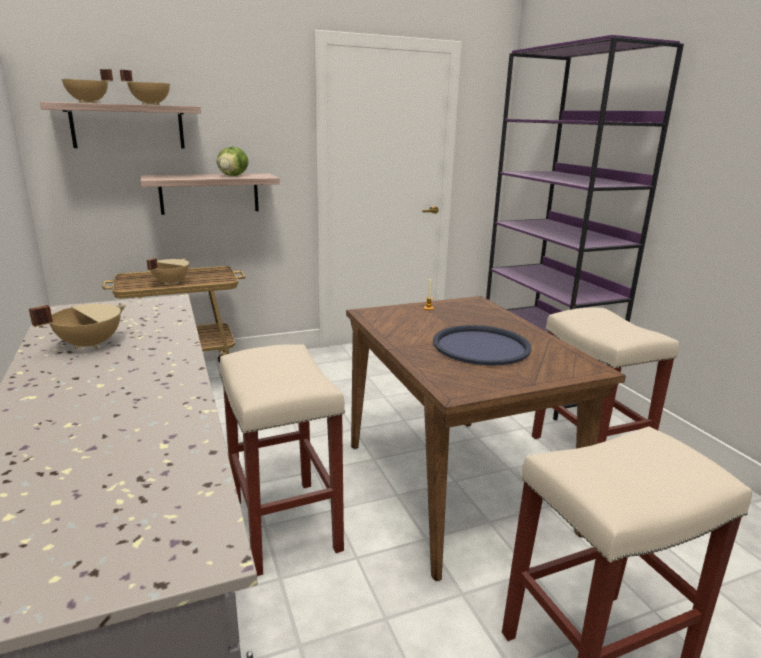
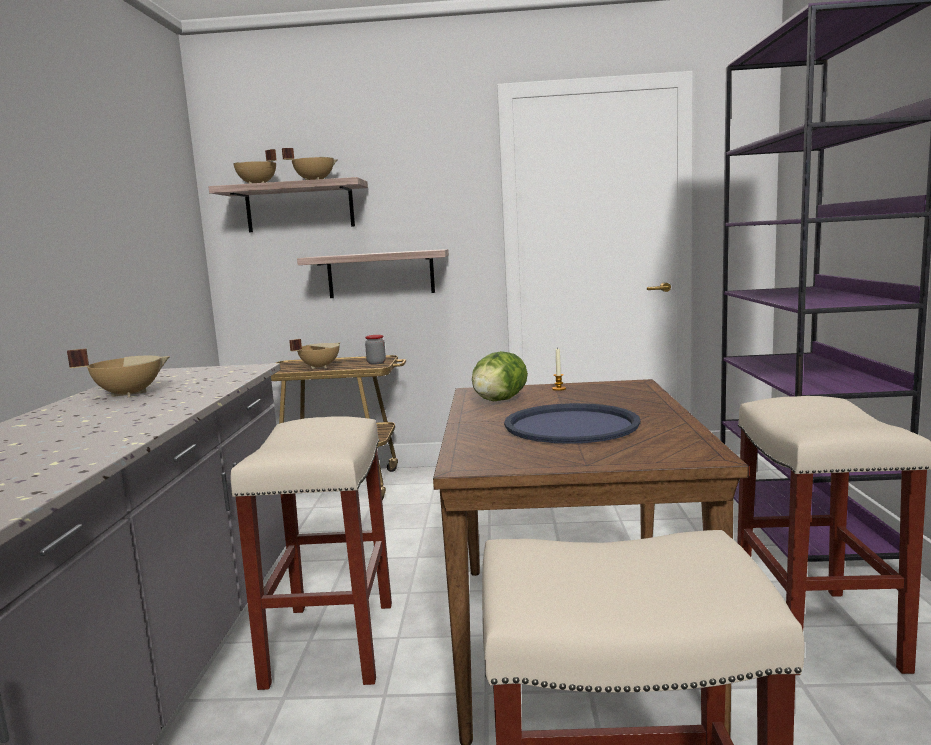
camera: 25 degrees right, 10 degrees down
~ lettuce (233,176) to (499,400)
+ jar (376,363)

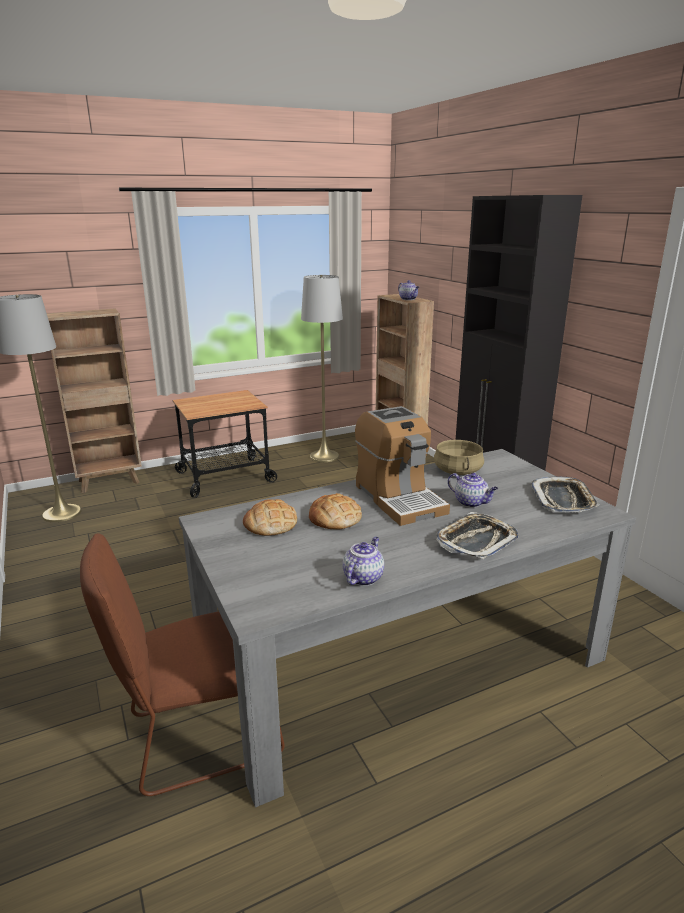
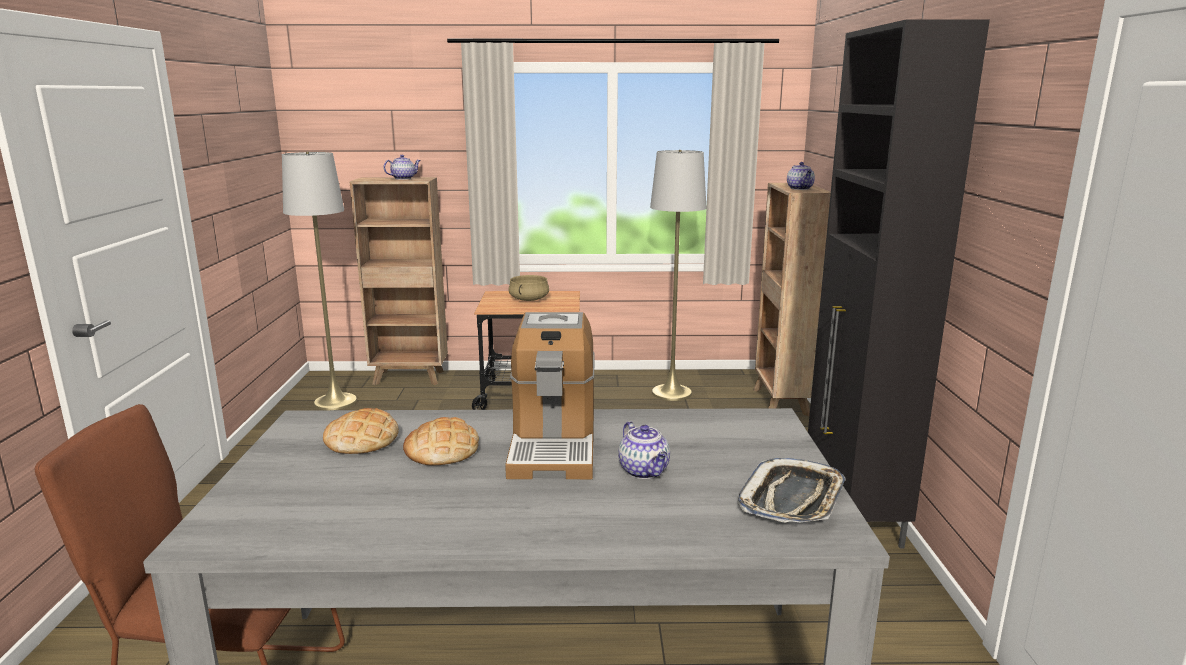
camera: 25 degrees right, 5 degrees down
~ beige cooking pot (458,471) to (529,299)
- tray (476,541)
~ teapot (363,577) to (403,178)

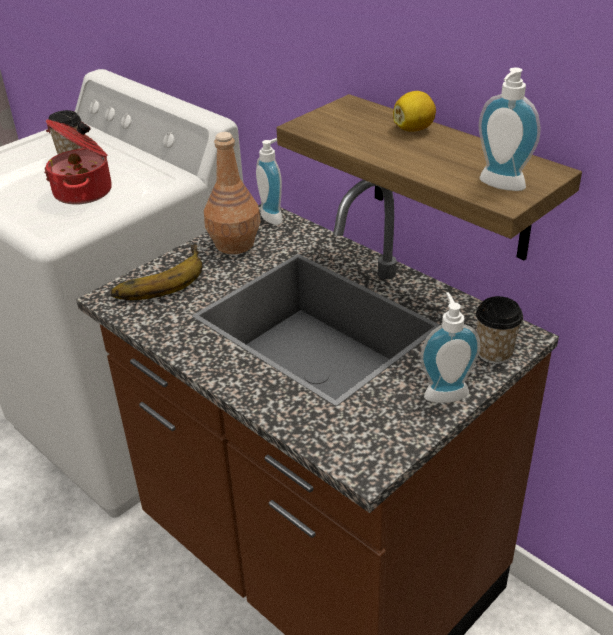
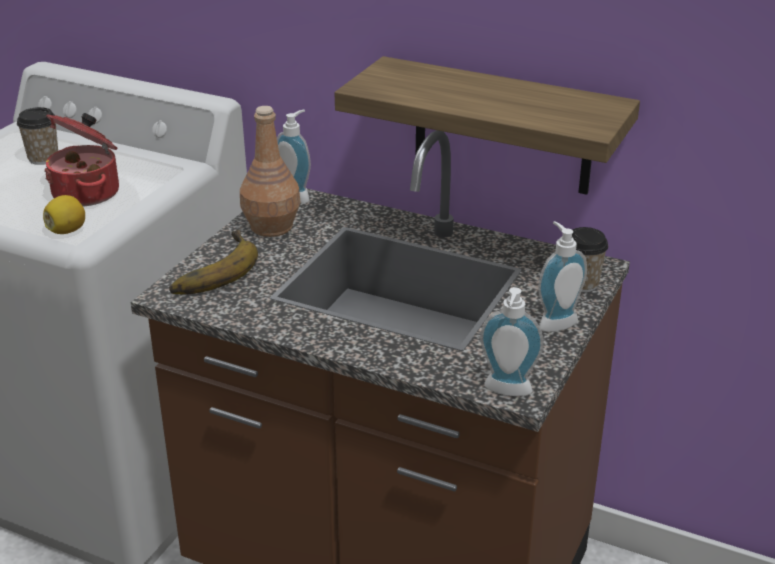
camera: 20 degrees left, 5 degrees down
~ soap dispenser (499,186) to (507,392)
~ lemon (414,129) to (67,230)

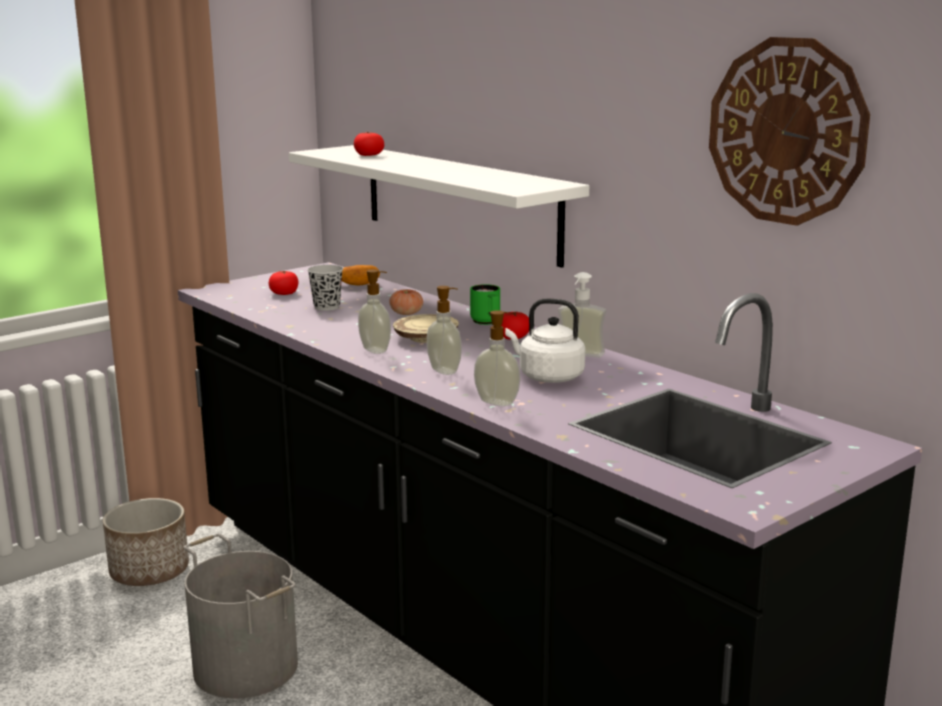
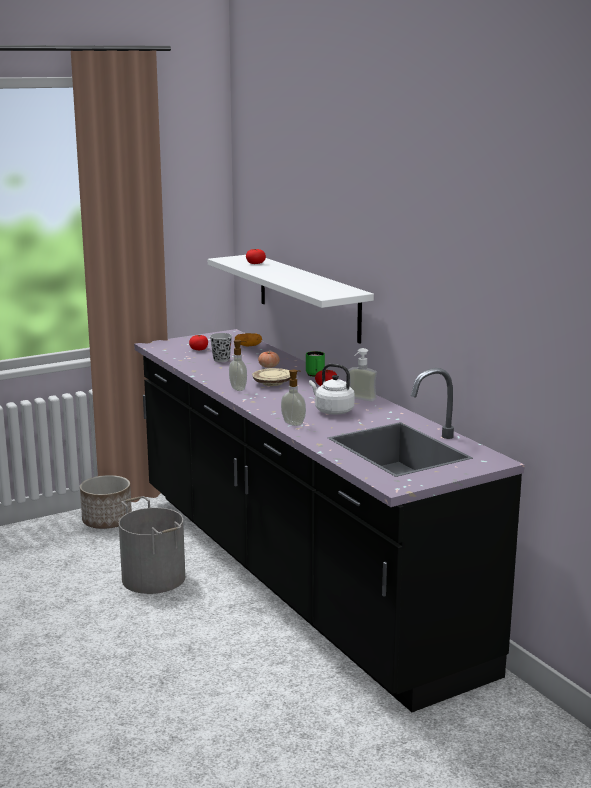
camera: 10 degrees right, 0 degrees up
- wall clock (786,131)
- soap dispenser (445,371)

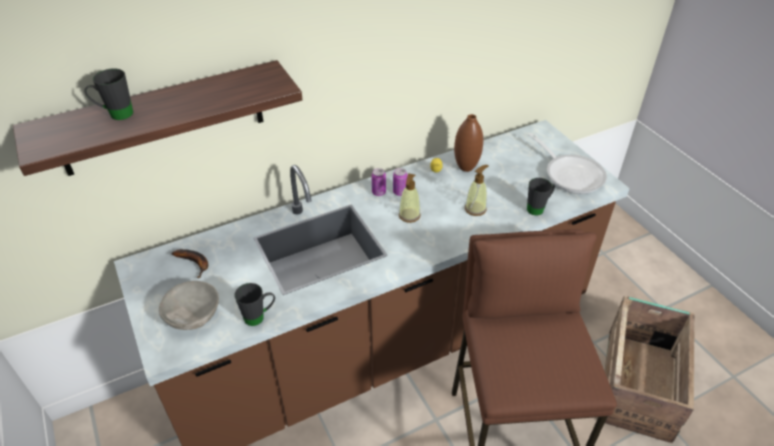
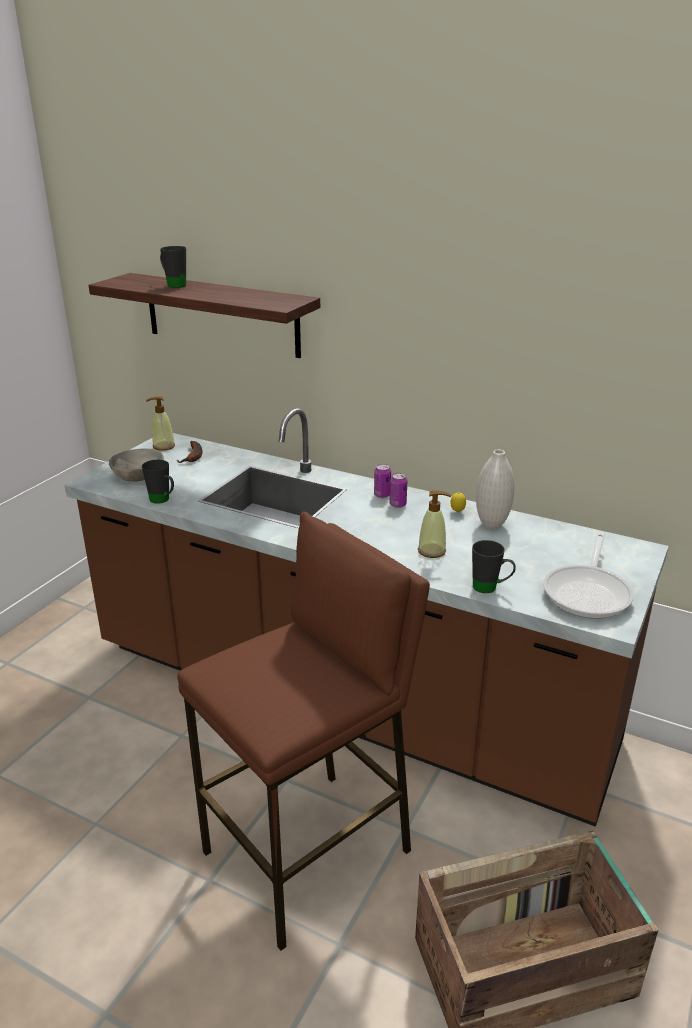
camera: 55 degrees right, 15 degrees down
~ brown vase (466,167) to white vase (491,525)
~ soap dispenser (409,215) to (163,446)

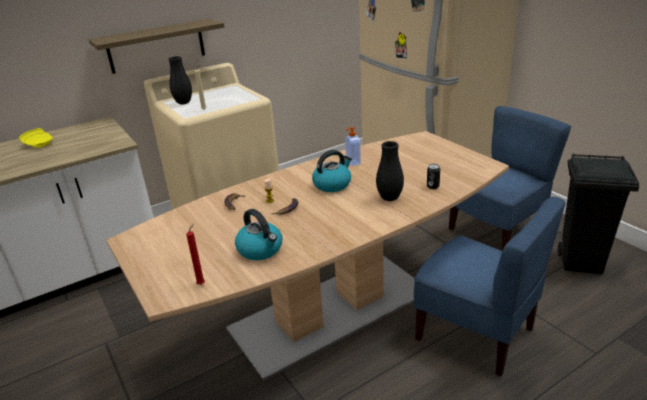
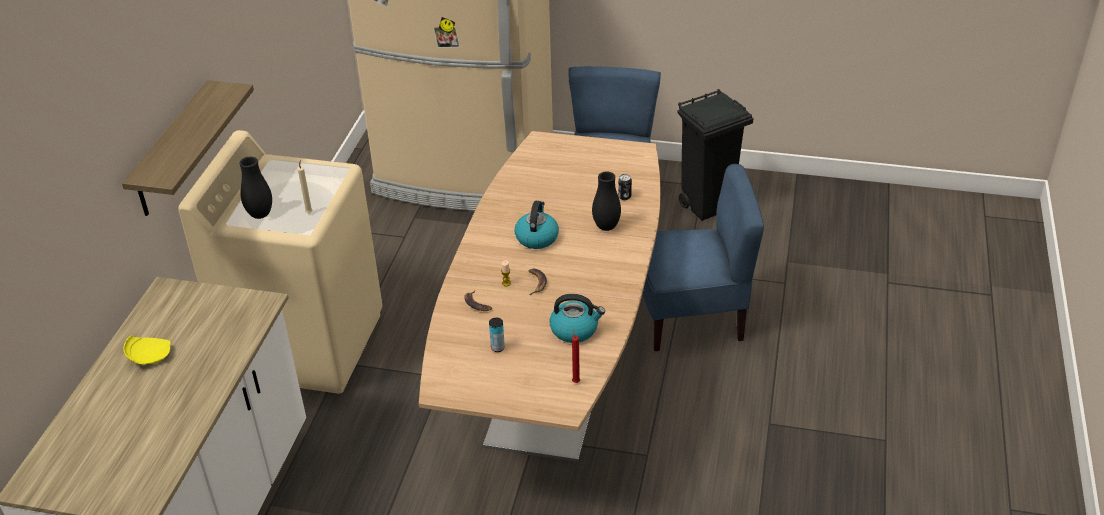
camera: 45 degrees left, 10 degrees up
- soap dispenser (352,163)
+ can (497,348)

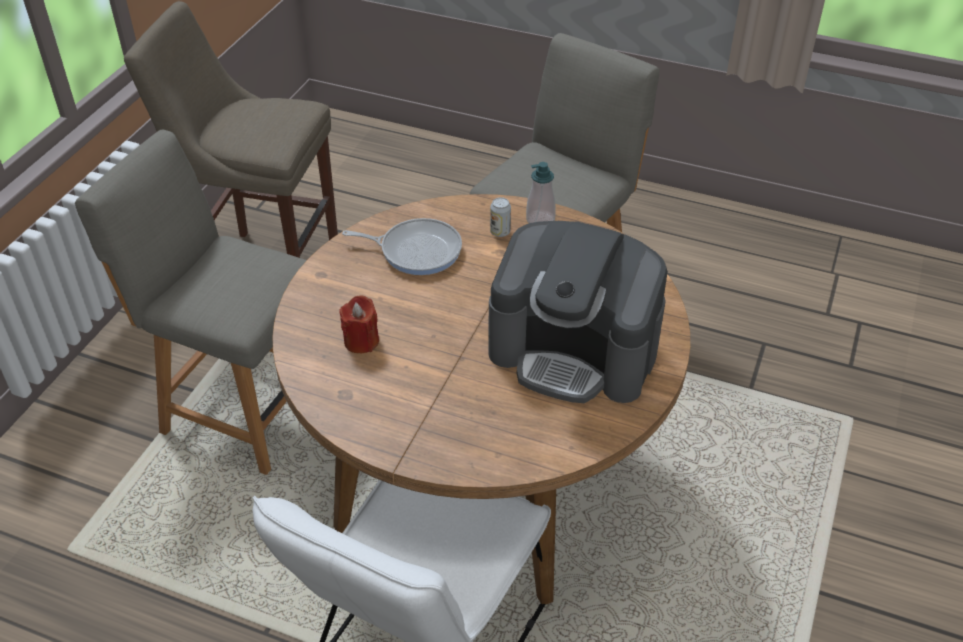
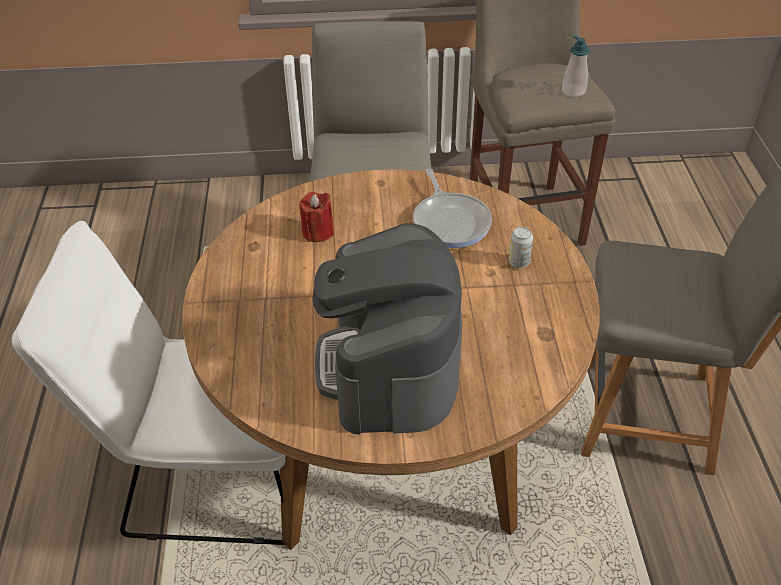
camera: 65 degrees right, 0 degrees up
~ soap dispenser (540,220) to (573,91)

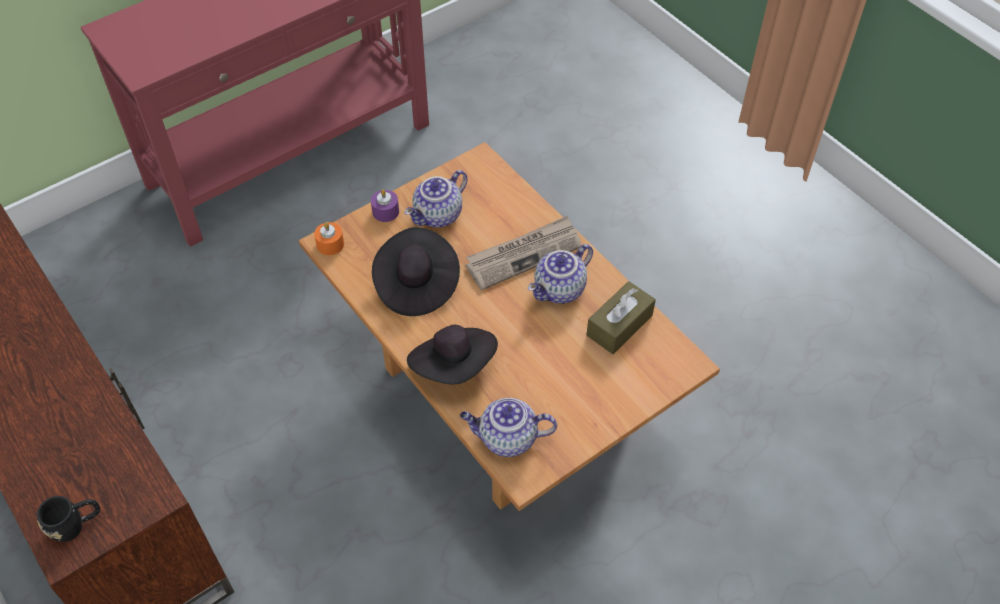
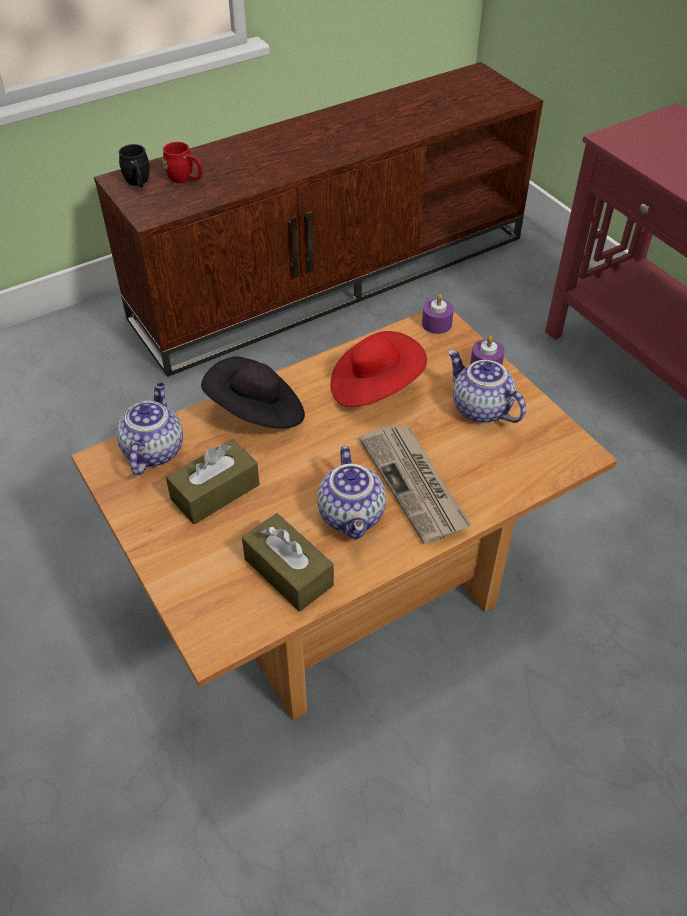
camera: 95 degrees right, 5 degrees down
~ orange candle (330,244) to purple candle (436,324)
~ black hat (416,285) to red hat (374,387)
~ teapot (560,290) = (353,515) 150 degrees counterclockwise
+ red mug (185,179)
+ brown tissue box (215,492)

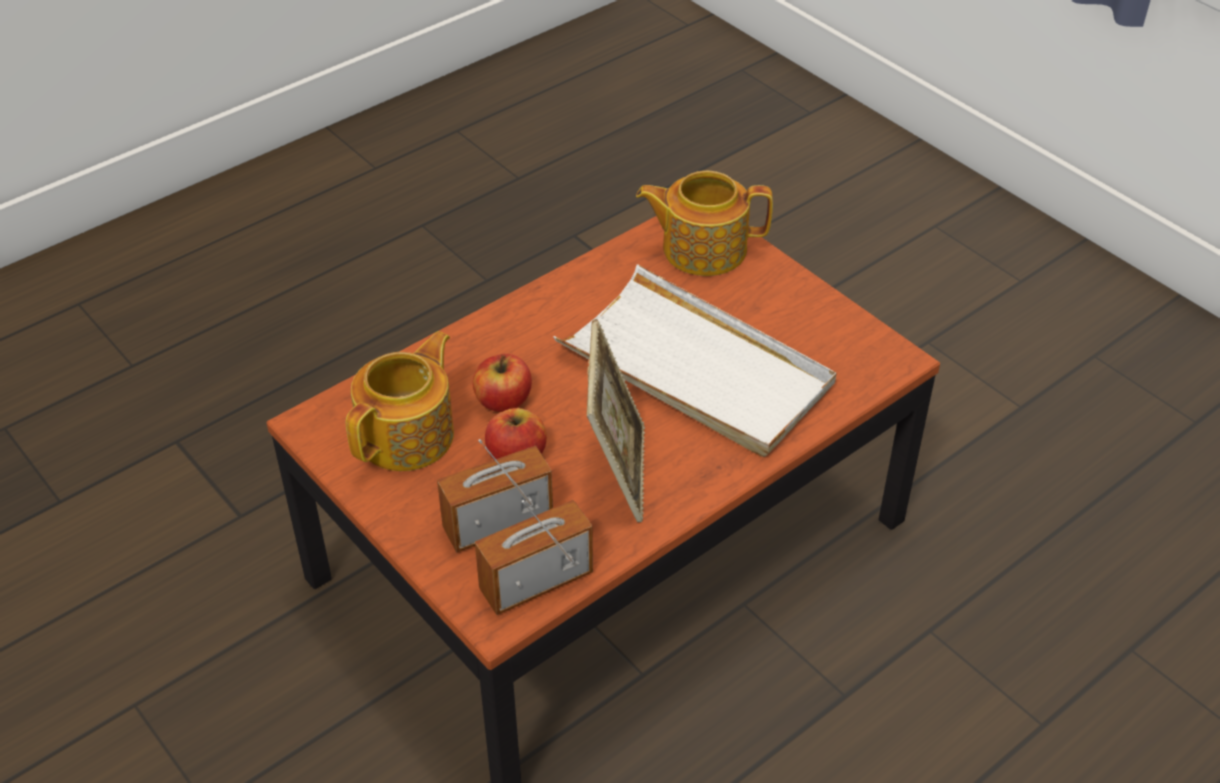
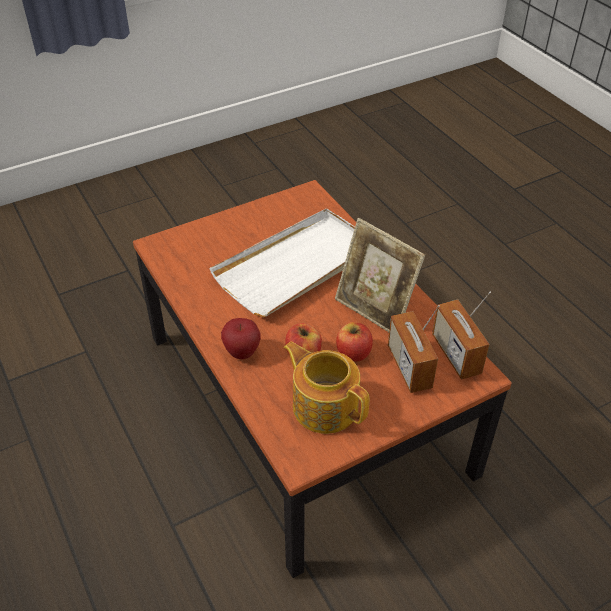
camera: 80 degrees left, 0 degrees up
- teapot (702,248)
~ picture frame (617,472) = (374,310) 150 degrees counterclockwise
+ apple (242,352)

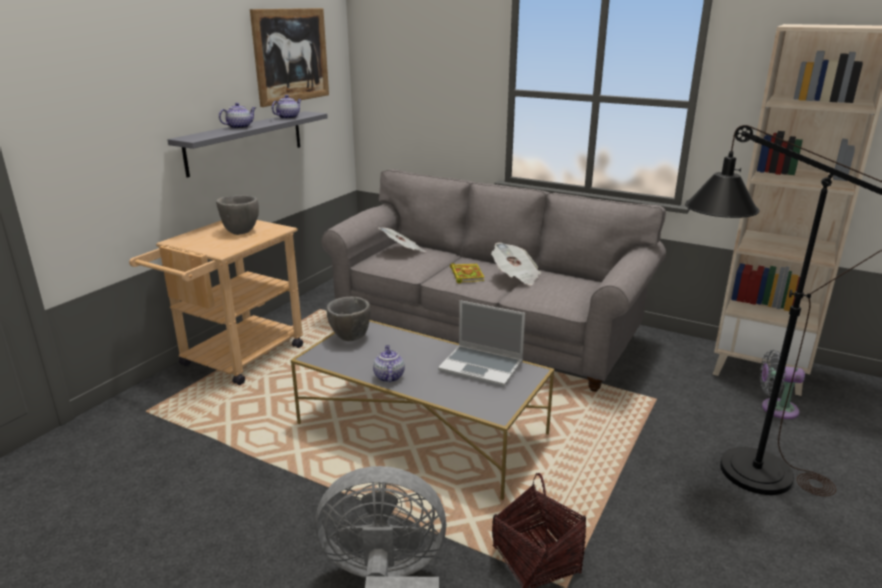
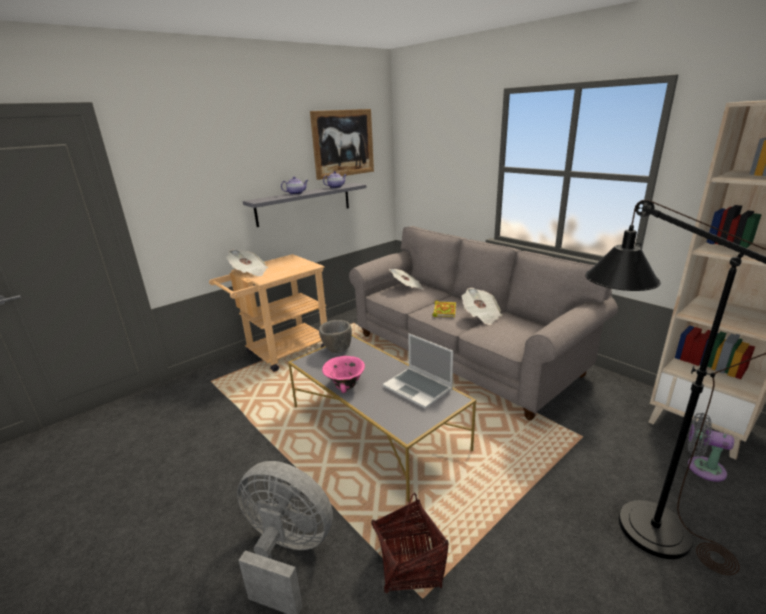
camera: 20 degrees right, 0 degrees up
- grey bowl (240,231)
~ teapot (388,376) to pink bowl (344,385)
+ newspaper (249,272)

